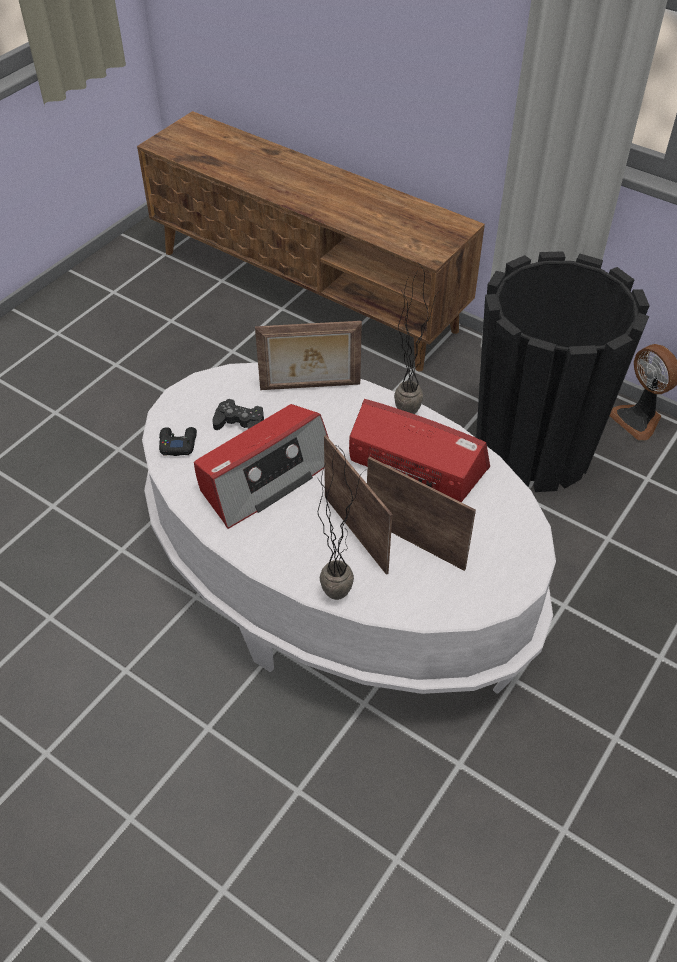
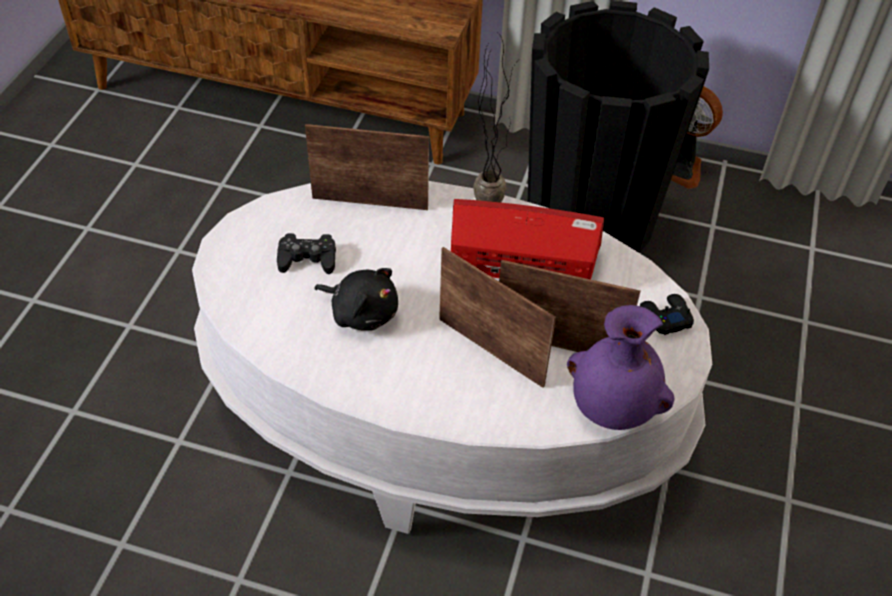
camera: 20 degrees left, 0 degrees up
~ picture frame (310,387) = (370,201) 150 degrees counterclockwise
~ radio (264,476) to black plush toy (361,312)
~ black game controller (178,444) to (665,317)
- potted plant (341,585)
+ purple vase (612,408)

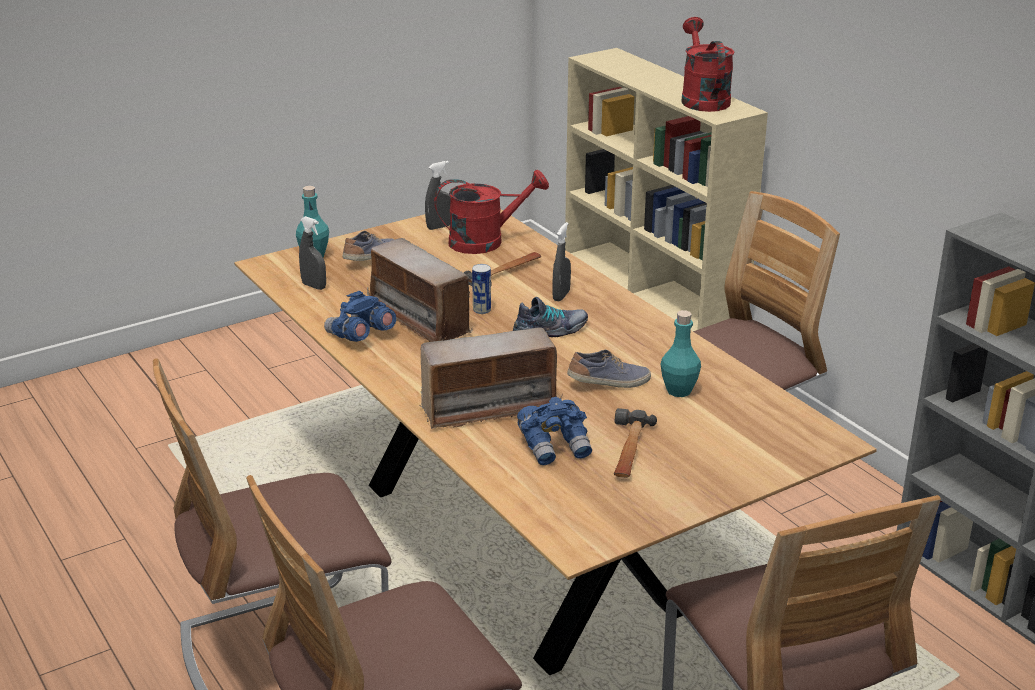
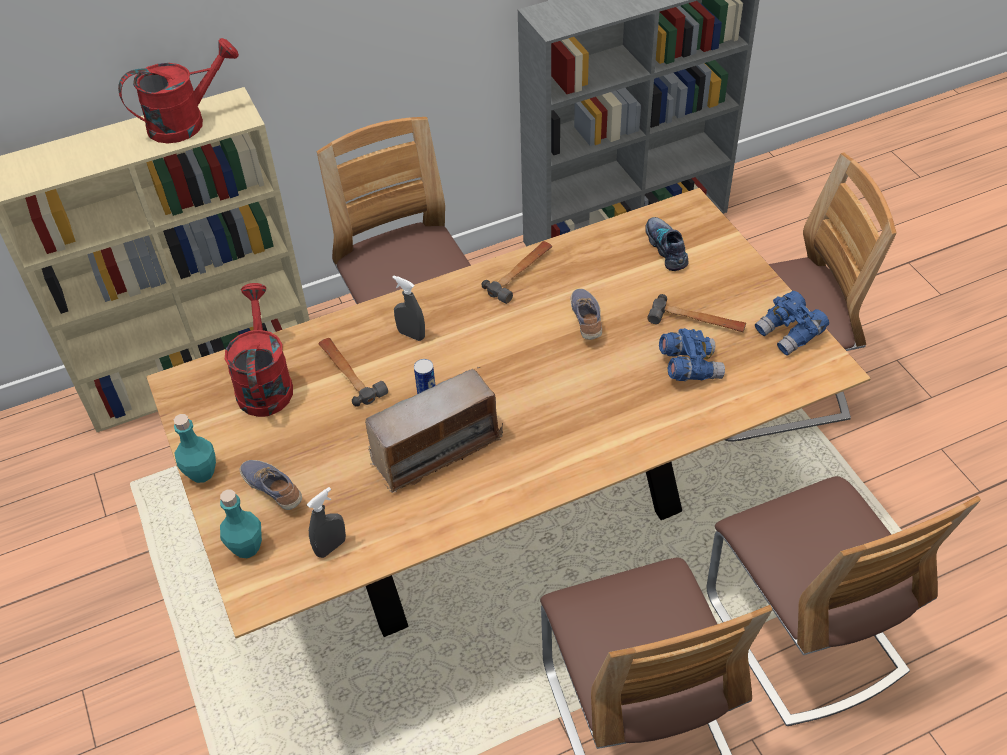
camera: 80 degrees left, 20 degrees up
~ red watering can (702,99) = (186,122) 150 degrees clockwise
- grey spray bottle (439,227)
~ blue binoculars (360,336) to (790,333)
~ shoe (551,331) to (667,248)
~ turquoise bottle (679,390) to (201,473)
- radio (489,407)
+ hammer (521,273)

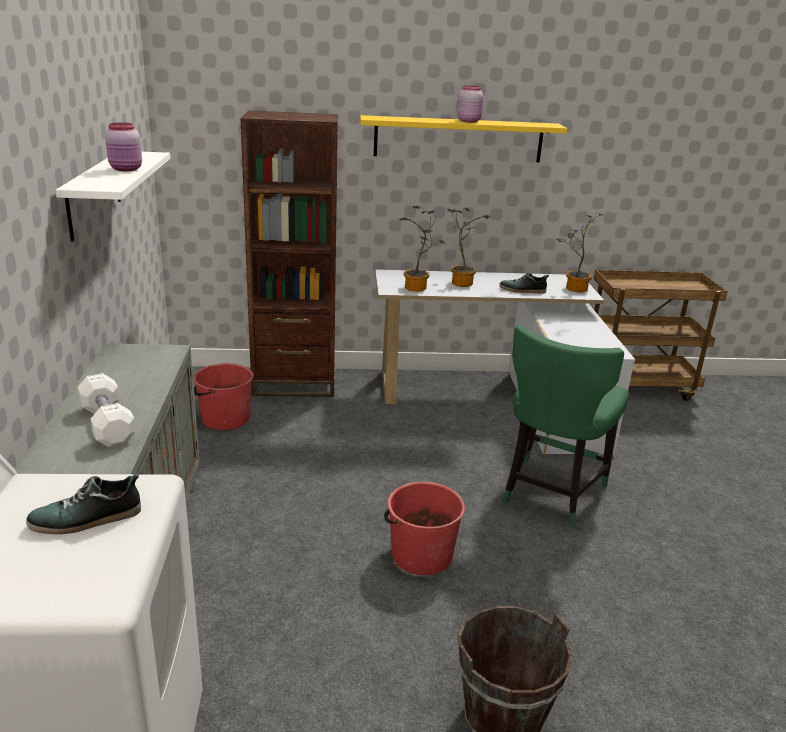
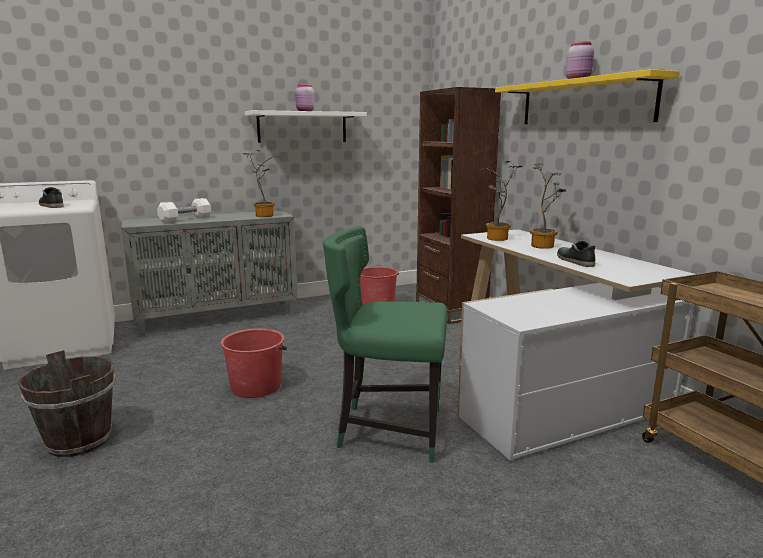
camera: 70 degrees right, 10 degrees down
~ potted plant (573,288) to (264,215)

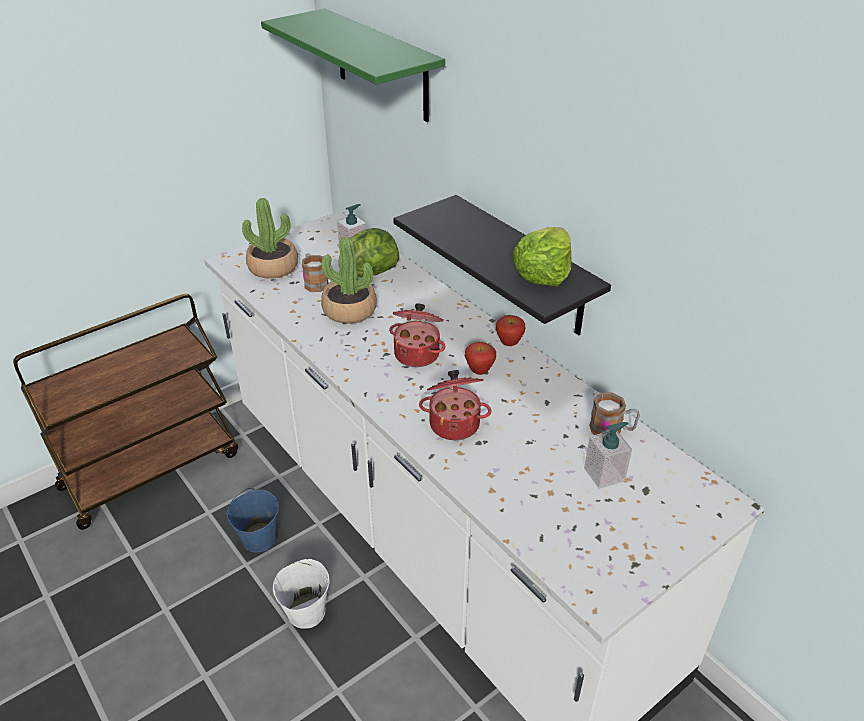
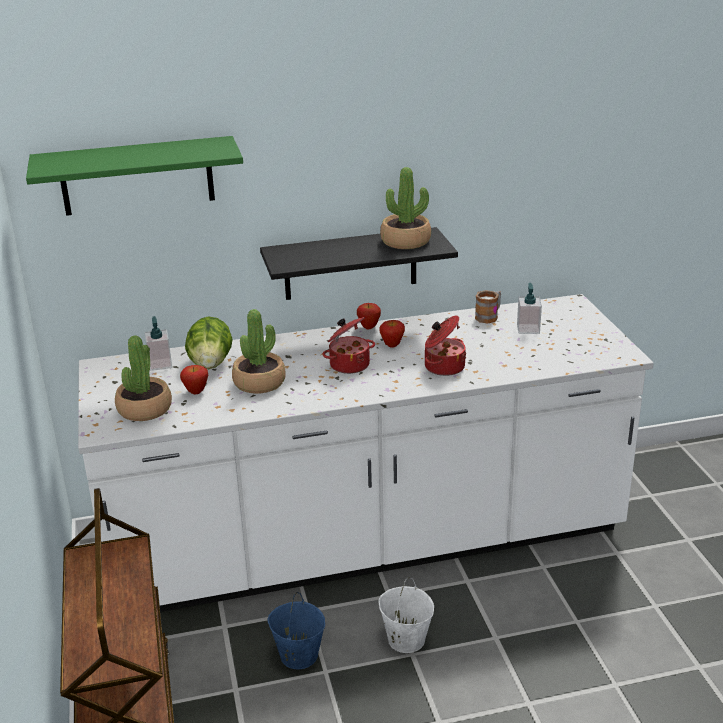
camera: 65 degrees left, 10 degrees down
~ lettuce (542,273) to potted plant (405,241)
~ mug (314,282) to apple (196,392)

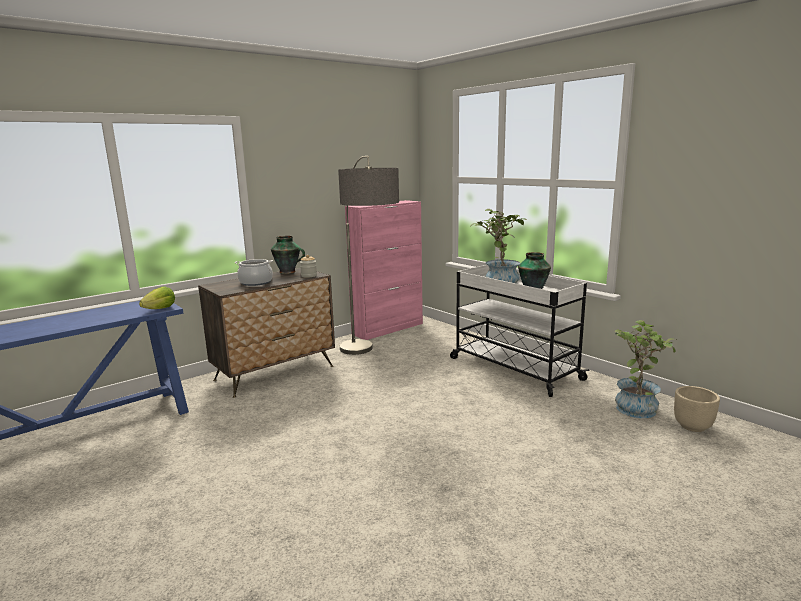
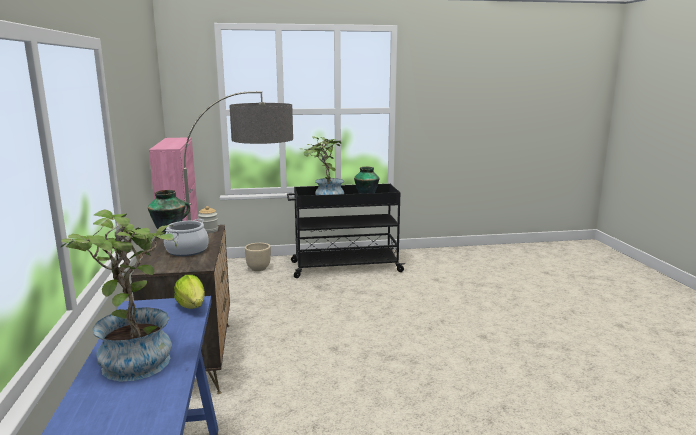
camera: 60 degrees left, 0 degrees up
~ white cart (513,368) to black cart (344,267)
~ potted plant (637,406) to (135,358)
~ beige planter (693,426) to (258,268)

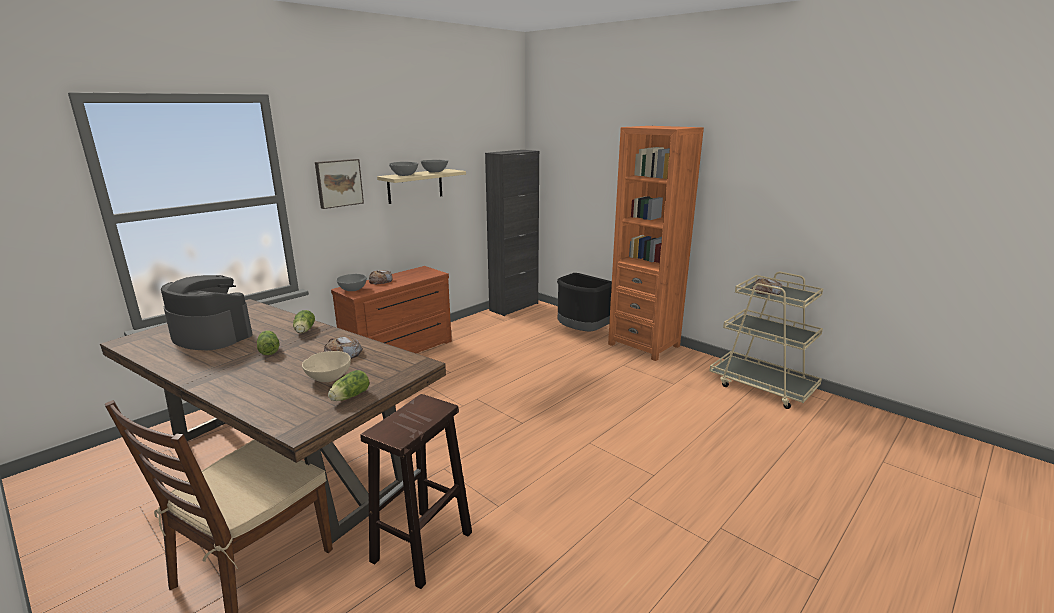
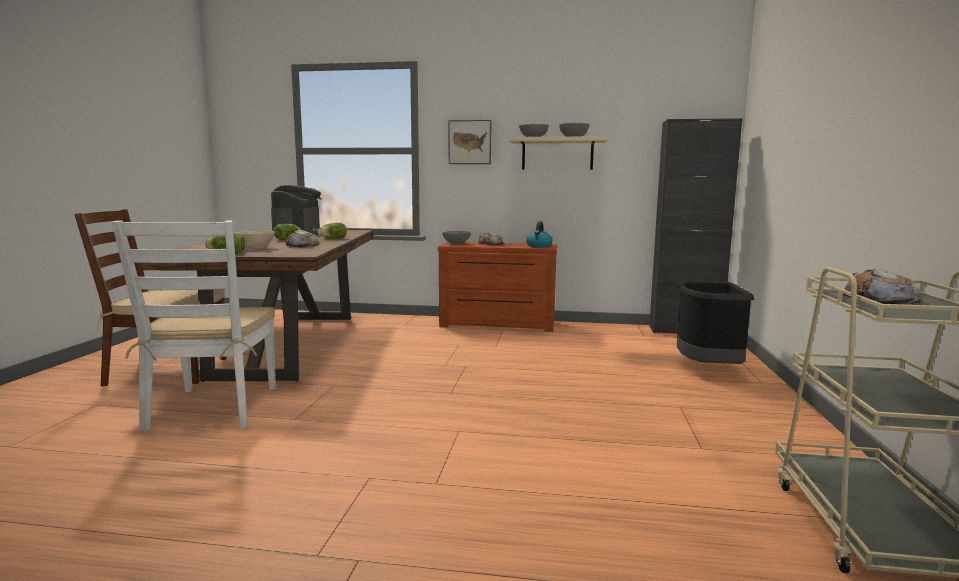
camera: 55 degrees right, 10 degrees down
- orange bookcase (644,345)
~ brown stool (421,548) to white chair (214,408)
+ kettle (539,246)

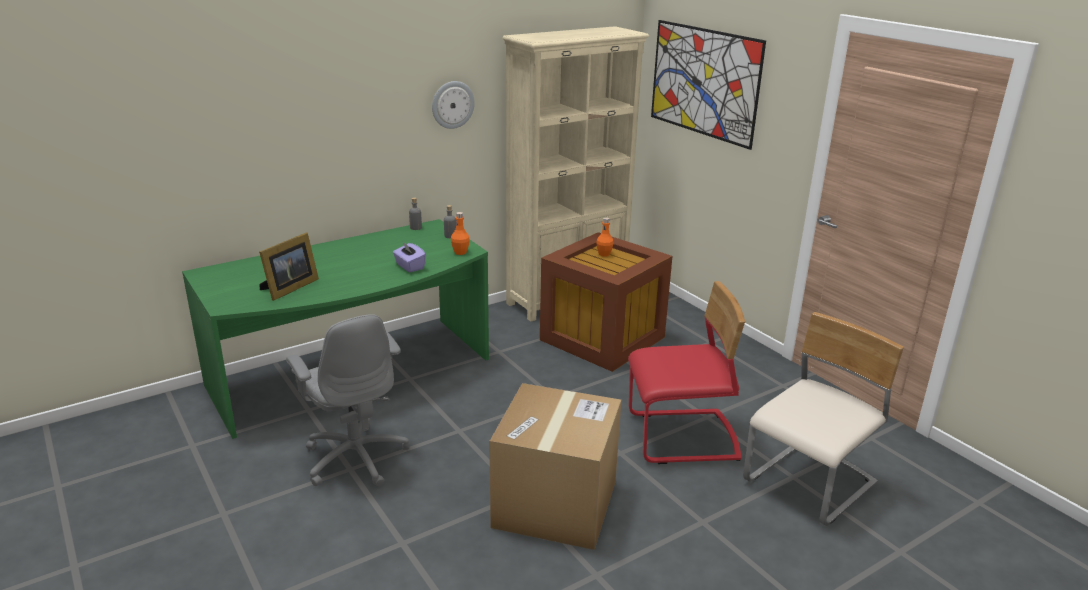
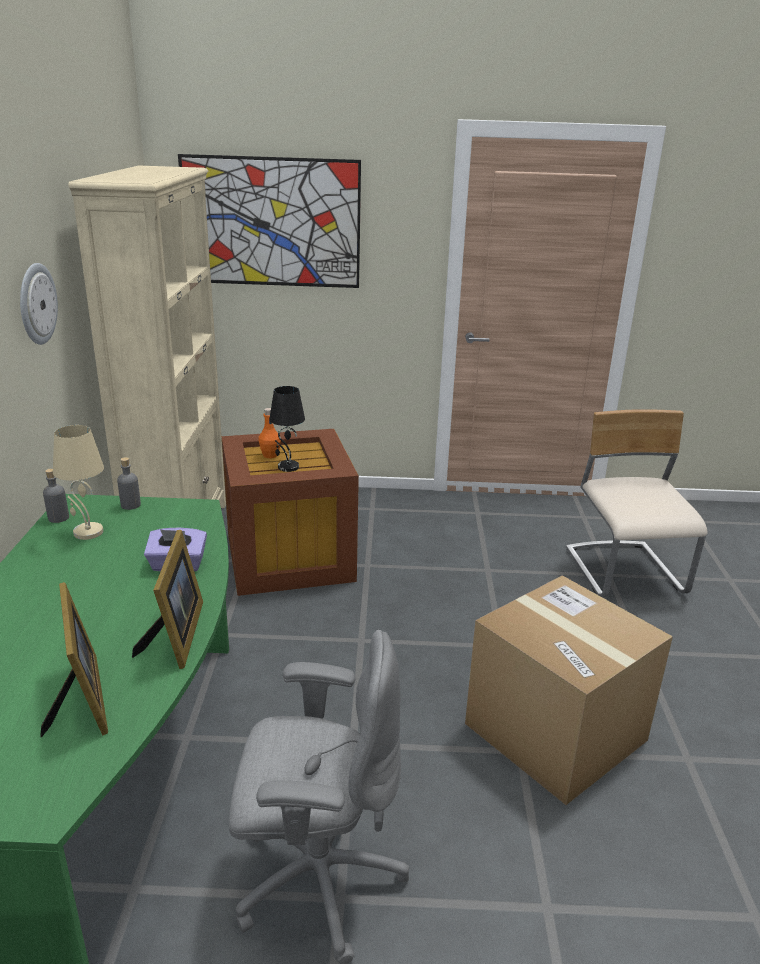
camera: 55 degrees left, 0 degrees up
- orange bottle (460,252)
- red chair (682,438)
+ black table lamp (287,467)
+ beige table lamp (87,532)
+ picture frame (177,636)

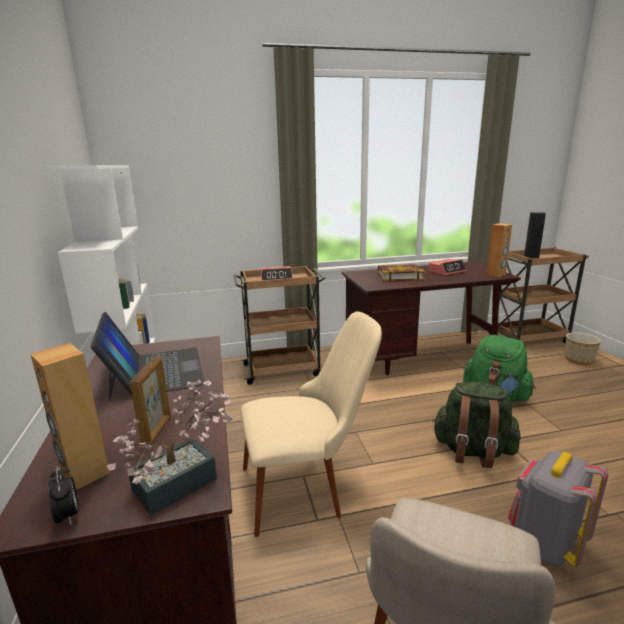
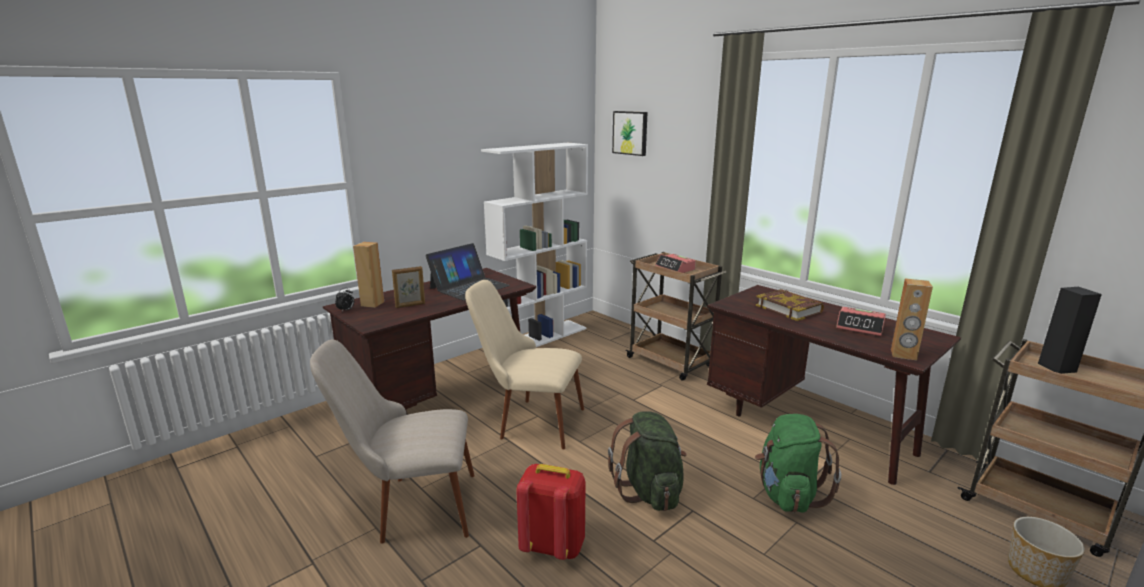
camera: 60 degrees right, 0 degrees up
~ beige chair (308,486) = (528,421) 150 degrees clockwise
- potted plant (184,480)
~ grey backpack (545,543) to red backpack (552,546)
+ picture (630,133)

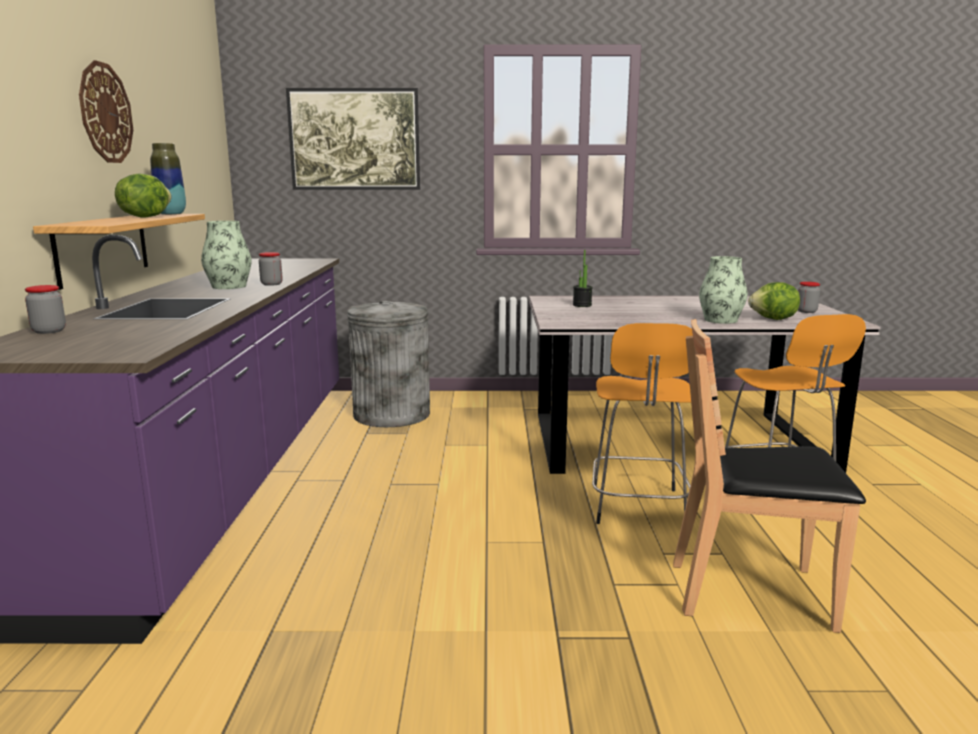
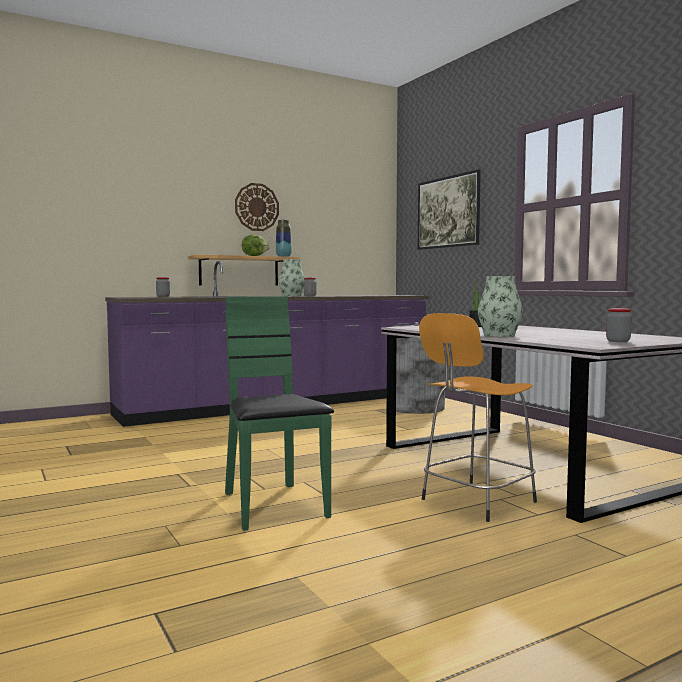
camera: 60 degrees right, 10 degrees down
- lettuce (774,319)
~ brown chair (751,594) to green chair (273,506)
- orange stool (637,508)

